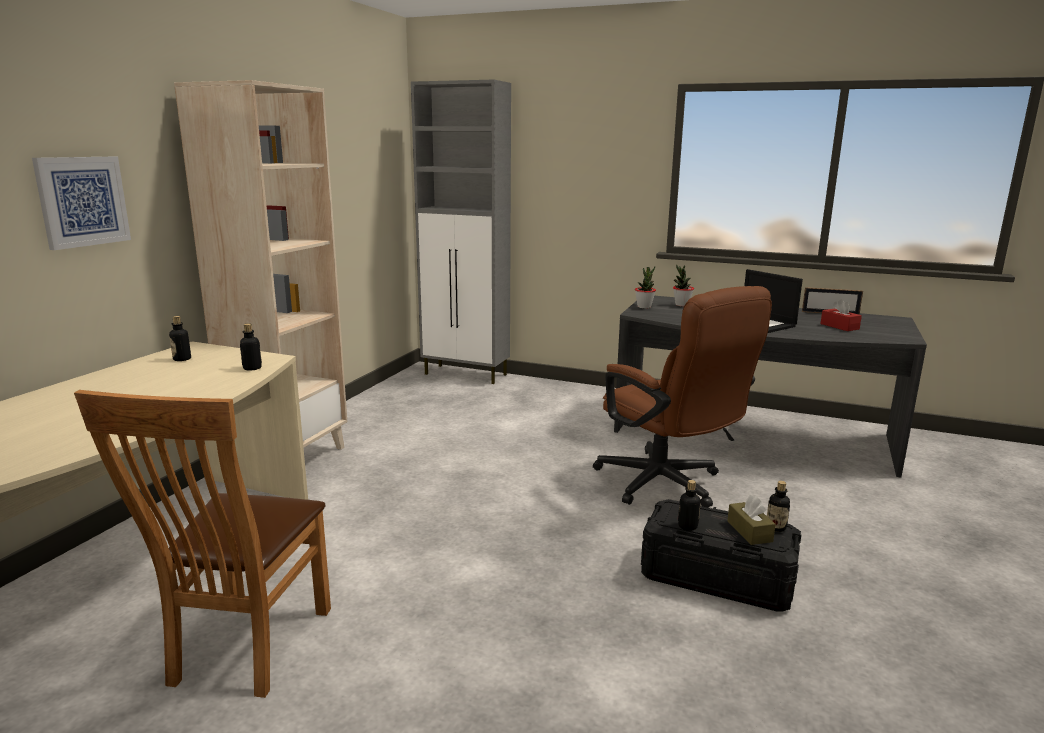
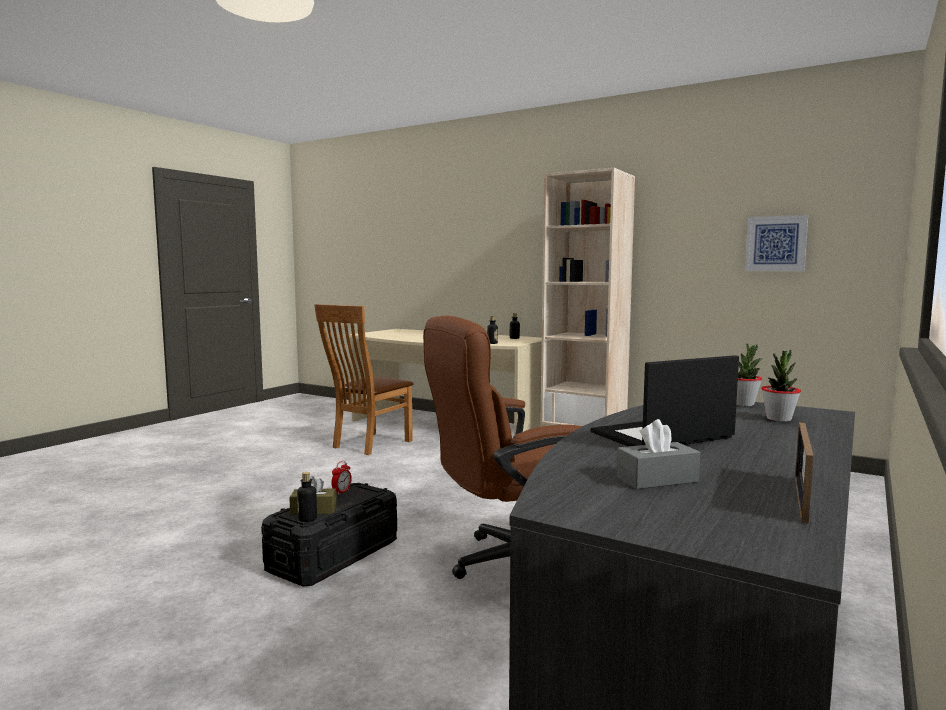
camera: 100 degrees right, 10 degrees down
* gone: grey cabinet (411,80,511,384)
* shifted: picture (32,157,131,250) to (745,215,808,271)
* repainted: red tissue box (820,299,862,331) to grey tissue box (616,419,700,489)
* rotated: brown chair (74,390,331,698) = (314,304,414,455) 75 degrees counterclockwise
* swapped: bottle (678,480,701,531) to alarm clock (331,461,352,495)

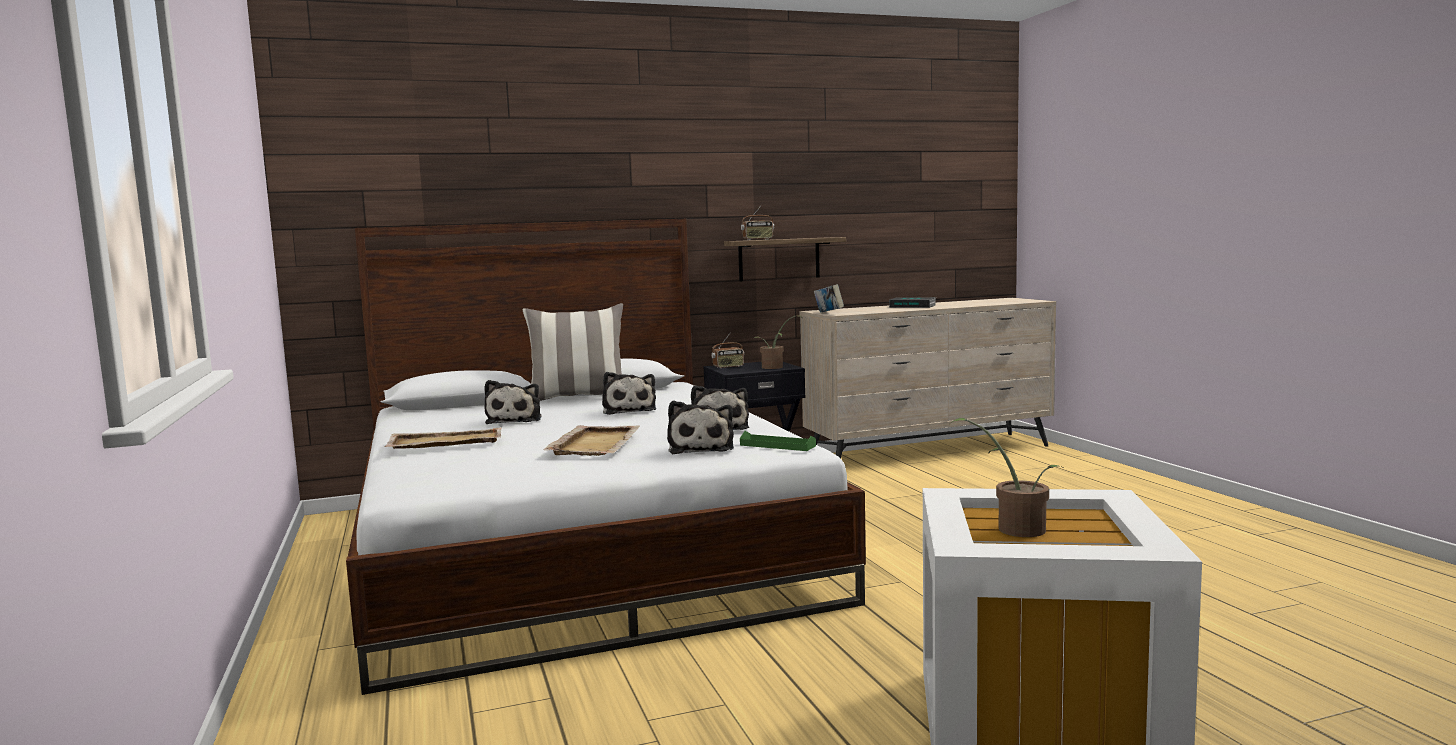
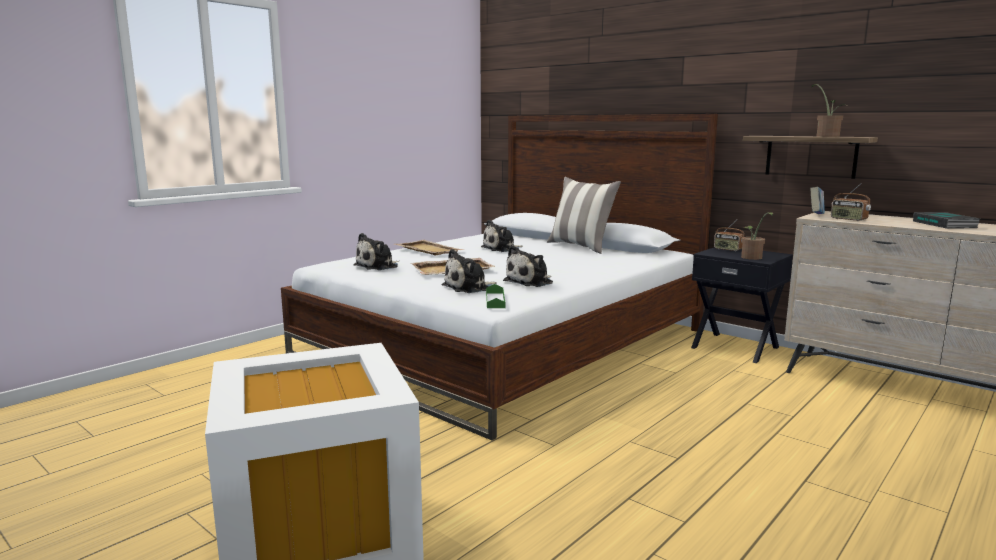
camera: 60 degrees right, 5 degrees up
* shifted: radio (741,206,774,240) to (831,183,871,221)
* shifted: plush toy (602,372,656,415) to (353,233,399,270)
* shifted: potted plant (952,418,1065,537) to (812,84,844,137)

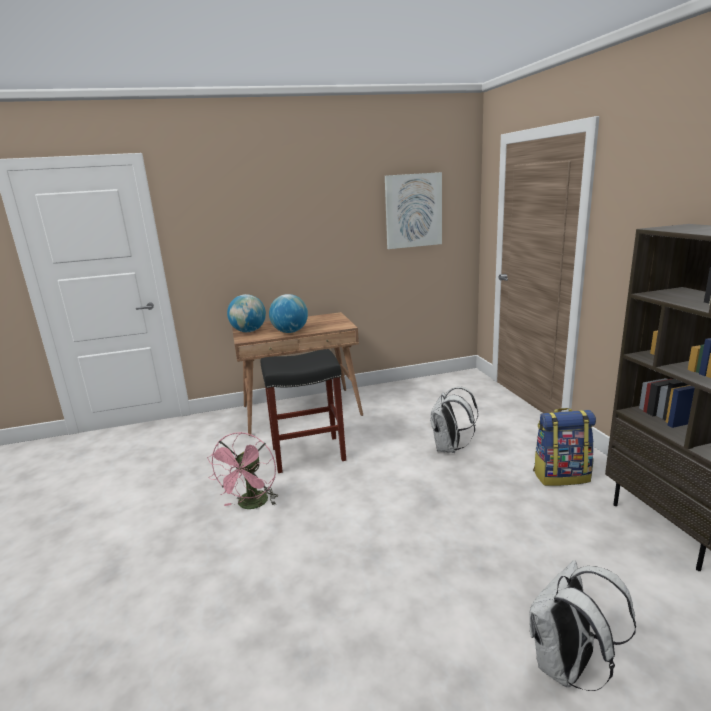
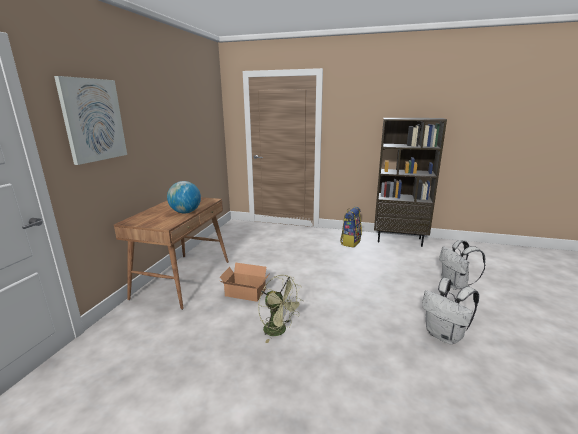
camera: 60 degrees left, 0 degrees up
* shifted: picture (385,172,442,249) to (54,76,127,165)
* gone: globe (227,294,266,332)
* swapped: black stool (261,349,346,473) to cardboard box (220,262,269,302)
* shifted: white backpack (430,387,478,453) to (422,278,479,345)
* repainted: pink fan (207,432,278,509) to green fan (258,275,302,343)

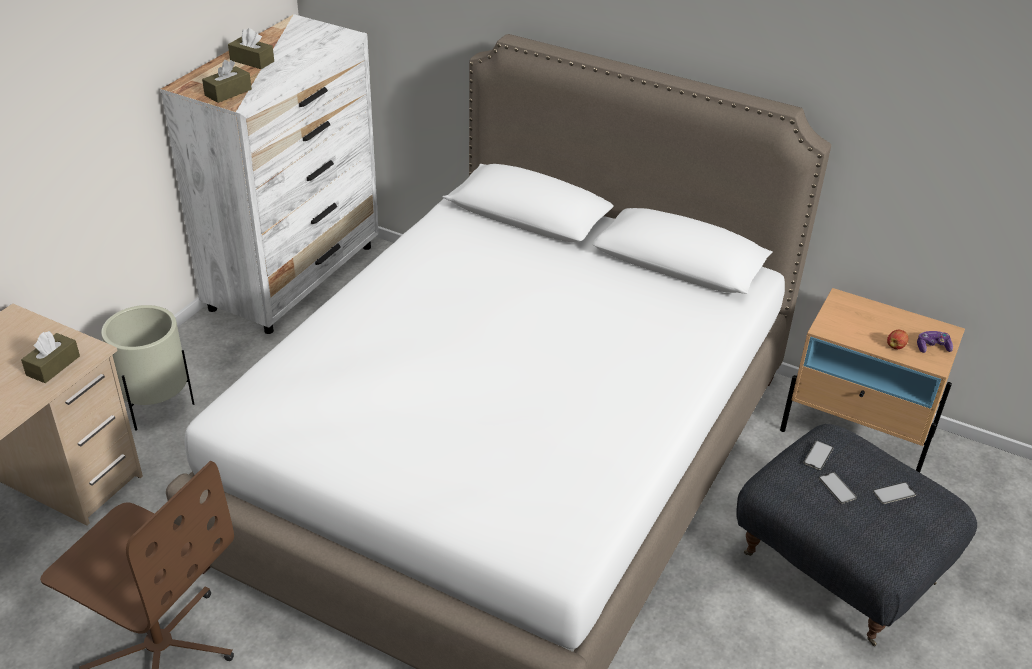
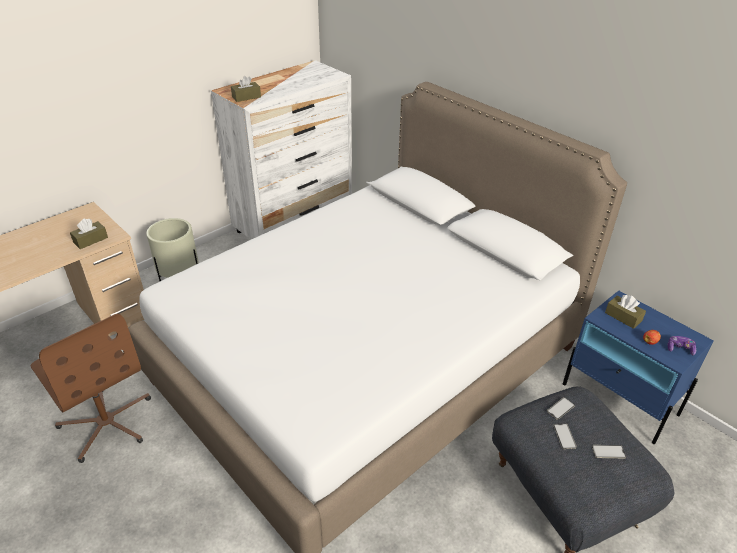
camera: 20 degrees right, 0 degrees up
* shifted: brown tissue box (228,28,274,69) to (605,295,646,329)
* repainted: beige nightstand (780,288,965,473) to blue nightstand (563,291,714,444)

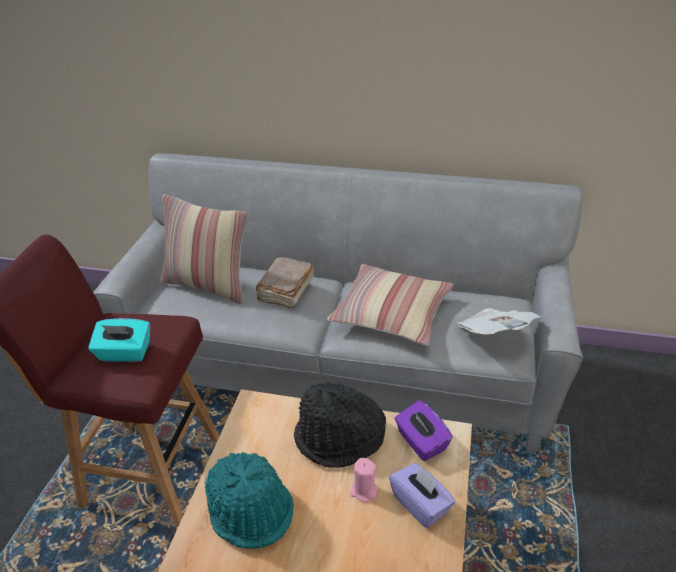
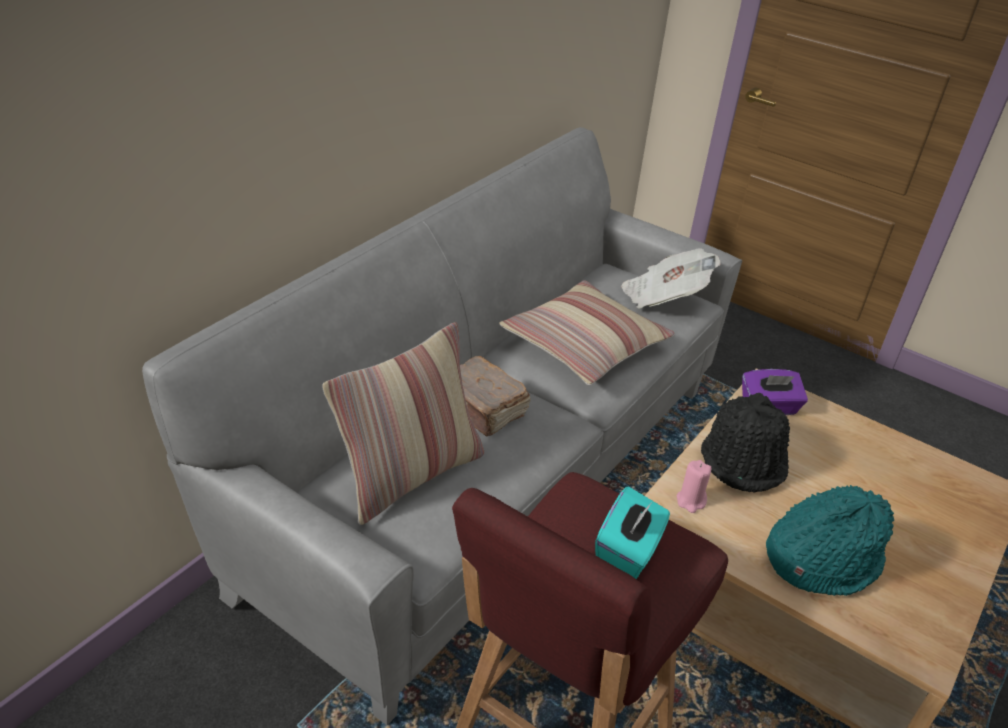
camera: 70 degrees left, 0 degrees up
* shifted: pink candle (350,458,378,502) to (676,460,712,513)
* gone: purple tissue box (389,463,456,528)

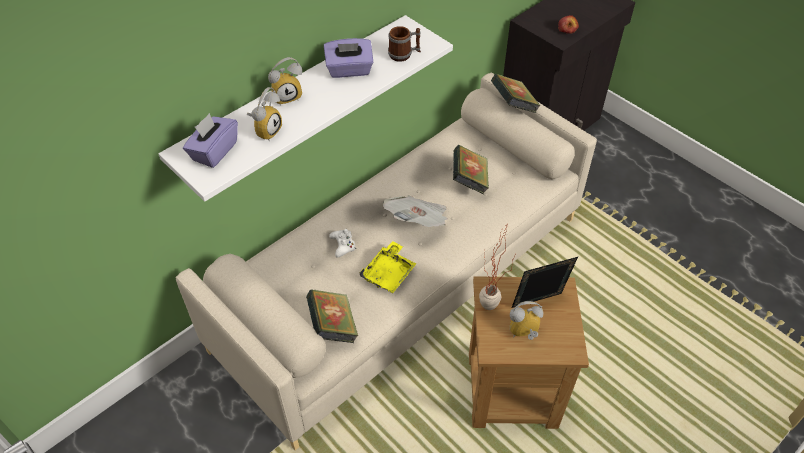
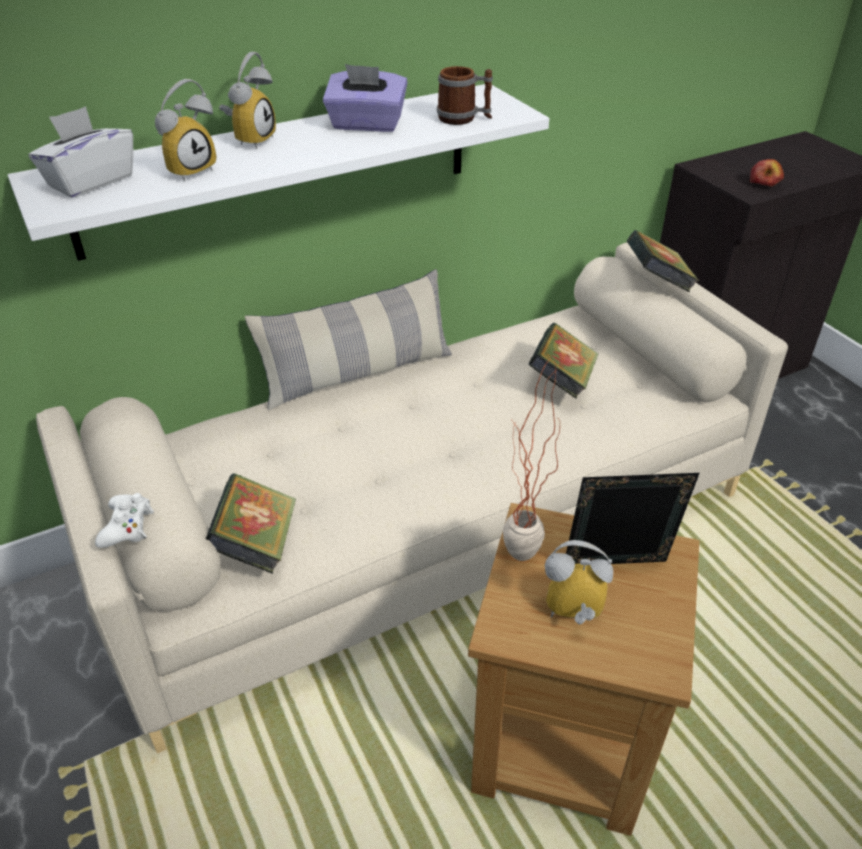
camera: 15 degrees right, 10 degrees down
* rotated: alarm clock (268,57,302,106) = (219,52,276,149) 60 degrees counterclockwise
* repainted: purple tissue box (183,113,238,168) to white tissue box (28,106,133,198)
* gone: newspaper (383,195,448,227)
* shifted: white game controller (329,229,356,258) to (95,493,154,548)
* gone: yellow tray (360,241,416,293)
* new: pillow (245,269,452,410)

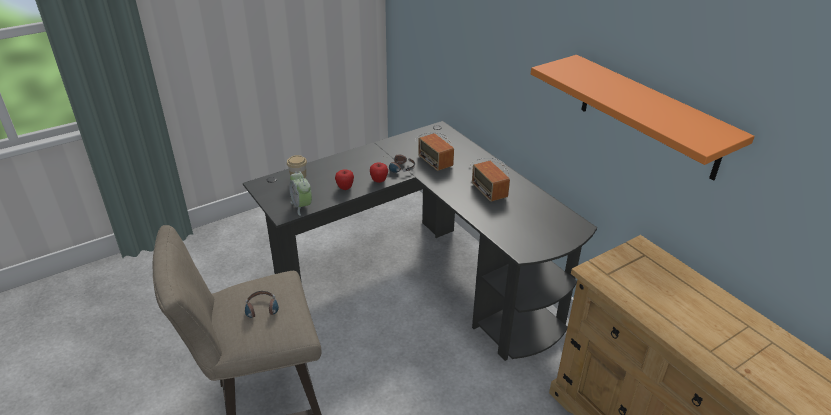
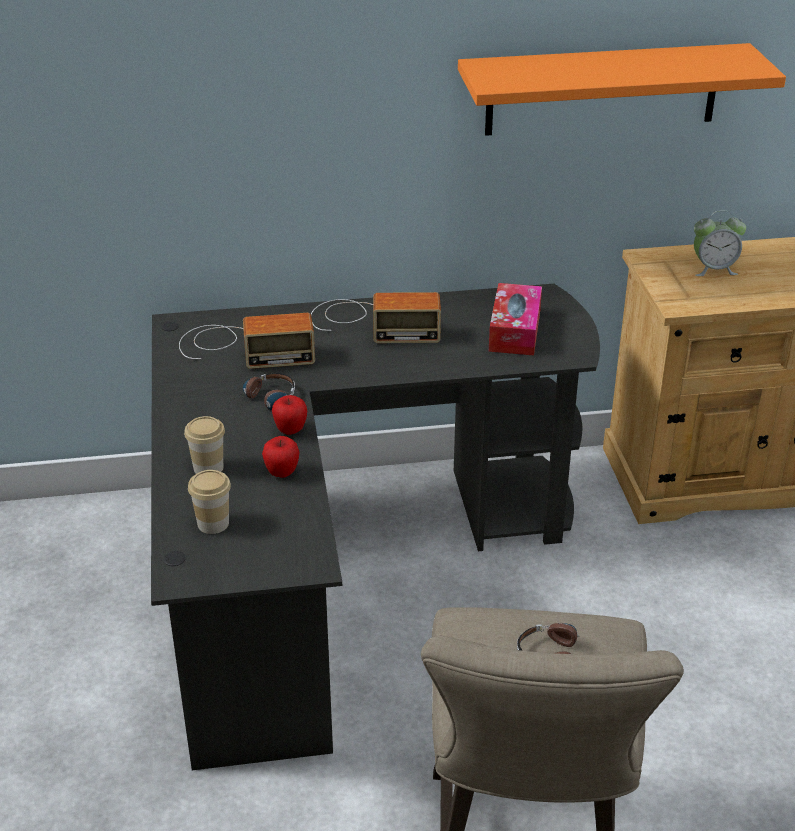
camera: 65 degrees left, 0 degrees up
* shifted: alarm clock (289,171,312,216) to (694,210,746,276)
* new: tissue box (488,283,542,355)
* new: cup (184,416,225,474)

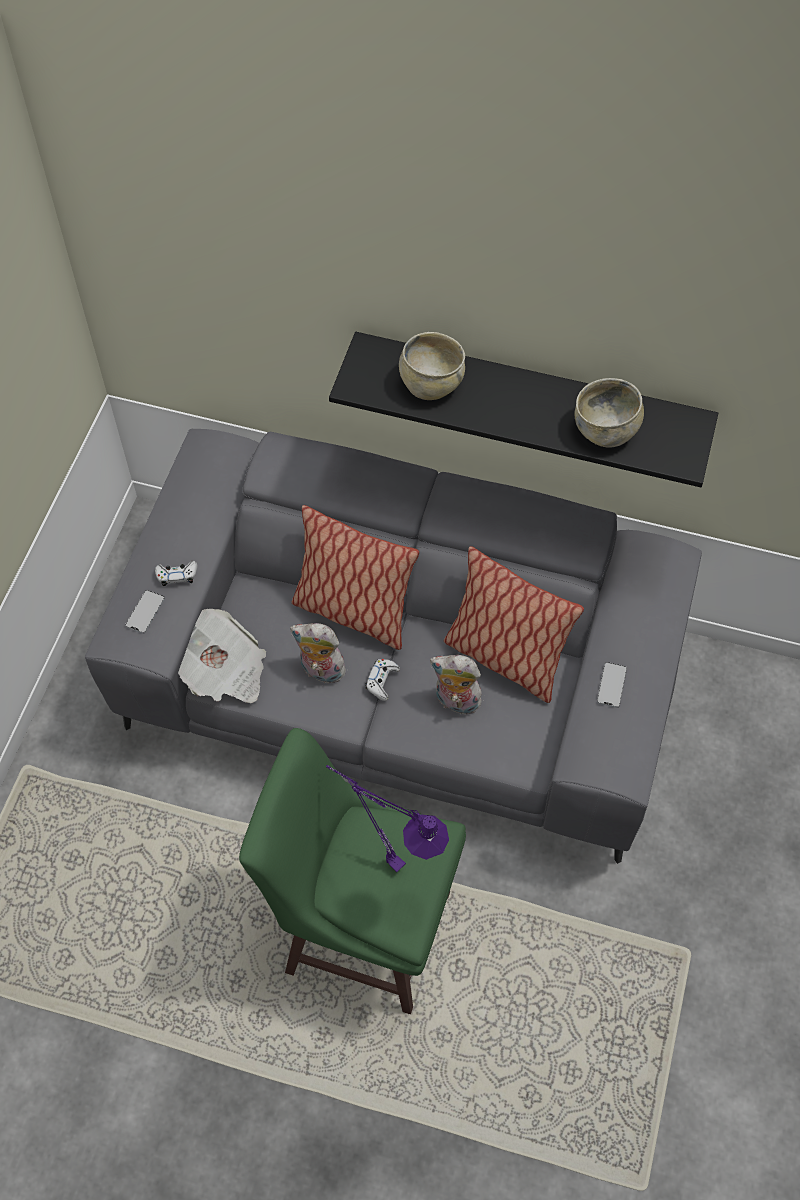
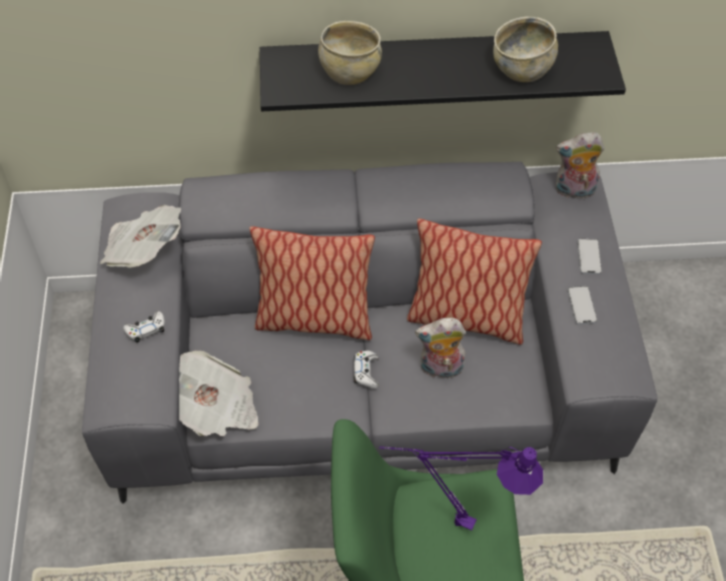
camera: 20 degrees left, 5 degrees down
* shifted: phone (125,590,165,634) to (577,239,602,274)
* shifted: plush toy (290,623,351,683) to (555,132,604,199)
* new: newspaper (100,205,182,268)

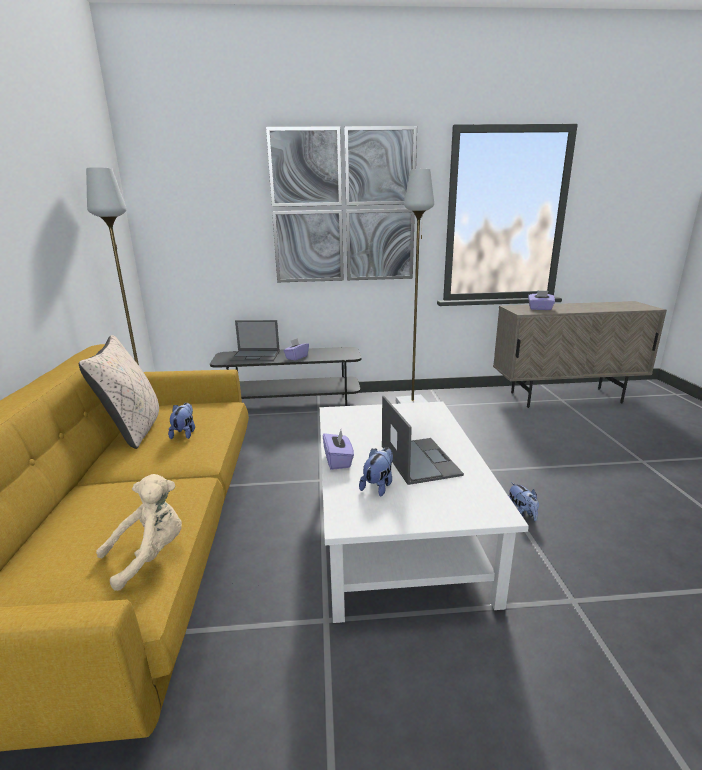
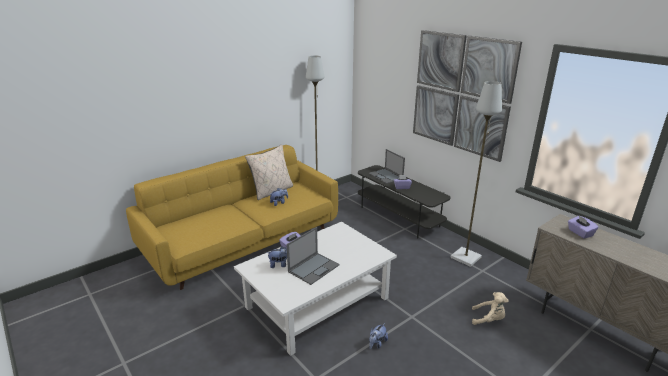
camera: 55 degrees right, 5 degrees up
* shifted: beige plush toy (96,474,182,591) to (472,292,509,325)

